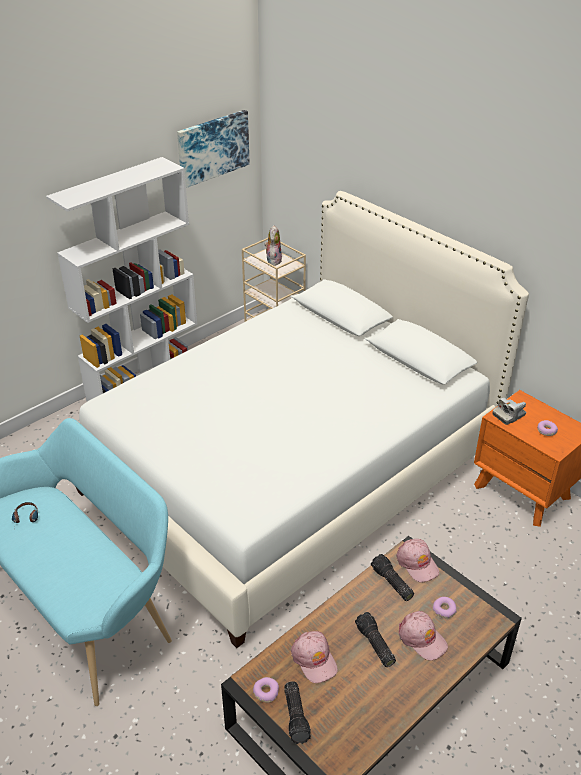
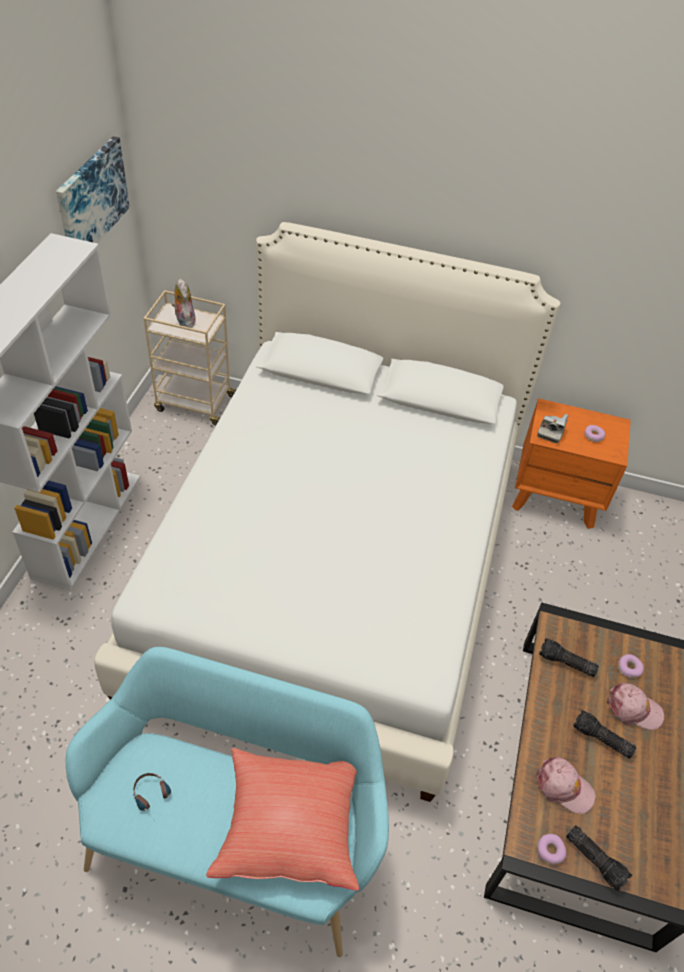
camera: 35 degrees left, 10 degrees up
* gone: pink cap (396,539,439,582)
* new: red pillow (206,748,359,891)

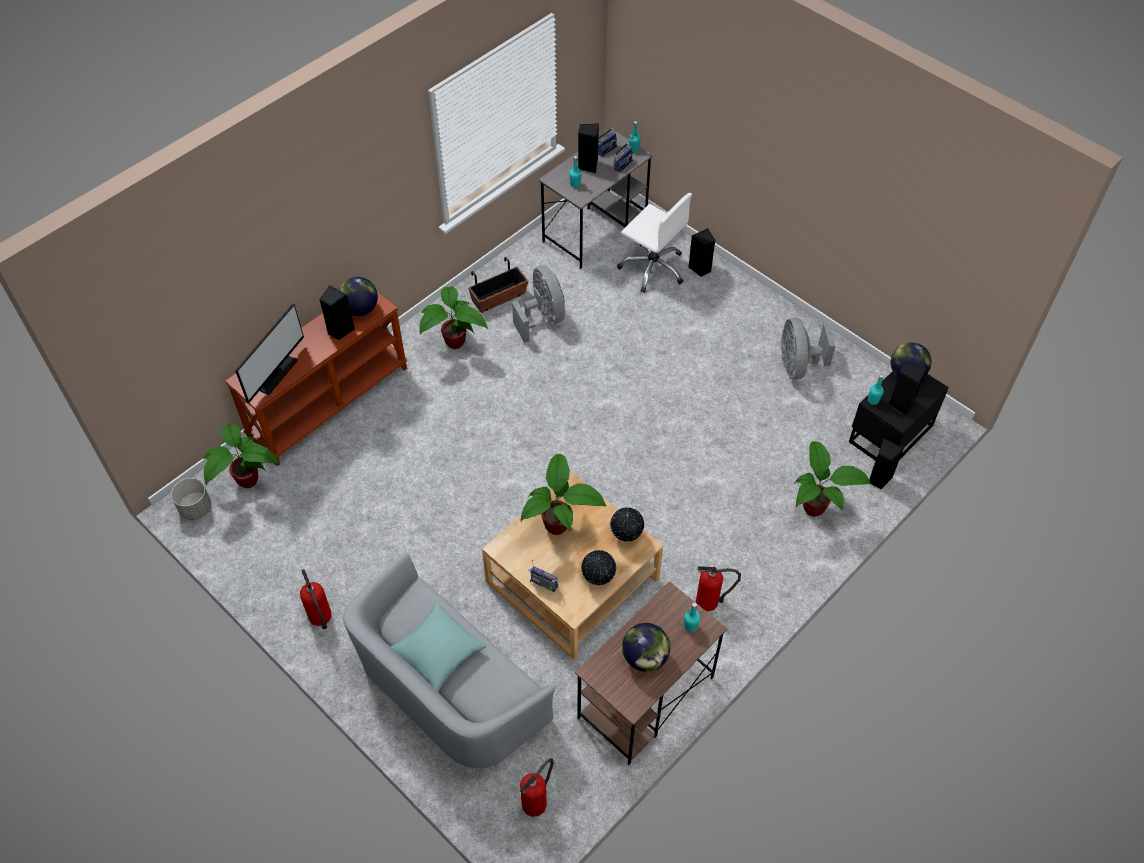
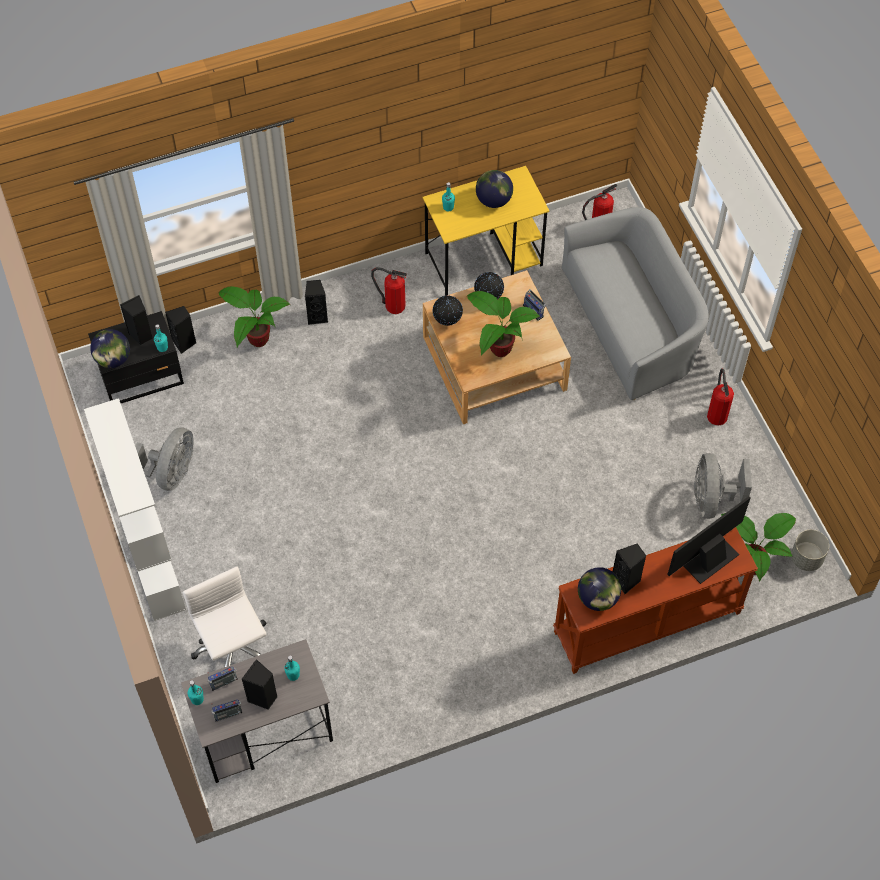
camera: 155 degrees left, 5 degrees up
* shifted: black speaker (688,228,715,277) to (305,280,328,325)
* gone: planter (468,257,528,313)
* shifted: grey fan (512,265,565,343) to (694,453,752,519)
* gone: potted plant (419,287,488,349)
* repainted: brown desk (575,581,727,766) to yellow desk (423,166,550,296)
* gone: turquoise pillow (391,603,487,691)
* new: white bookcase (84,398,186,621)

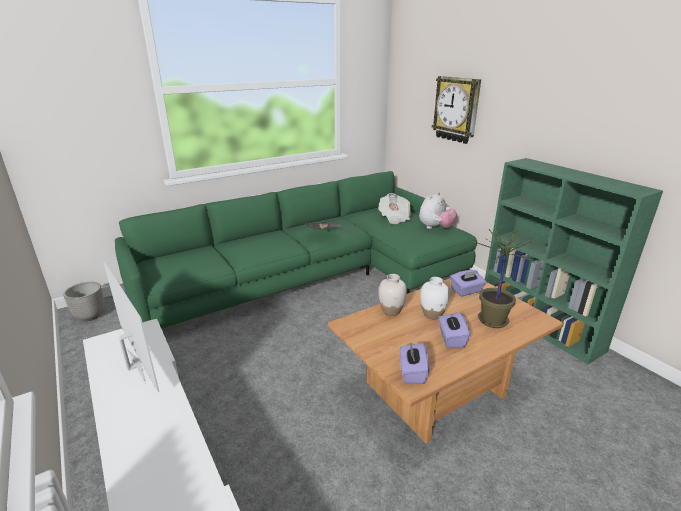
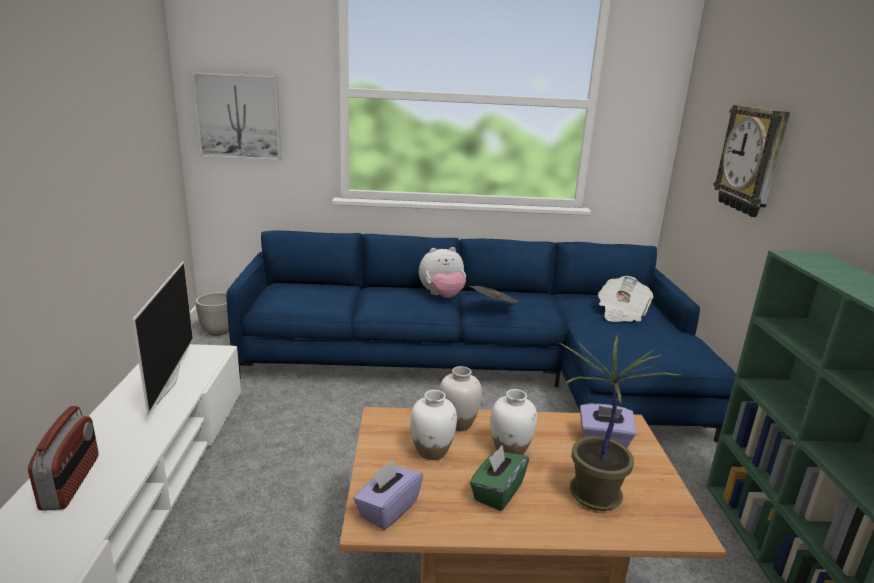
camera: 30 degrees right, 5 degrees down
* repainted: green sofa (115,171,477,329) to blue sofa (226,230,736,442)
* shifted: plush toy (419,192,457,229) to (419,247,466,298)
* repainted: purple tissue box (438,312,470,348) to green tissue box (470,445,529,511)
* new: picture (192,72,281,160)
* new: white vase (410,390,457,460)
* new: radio (28,406,99,511)

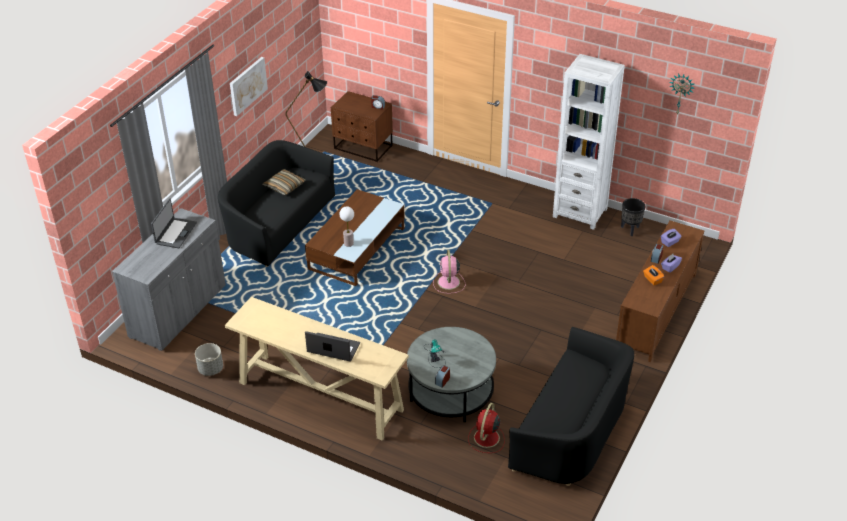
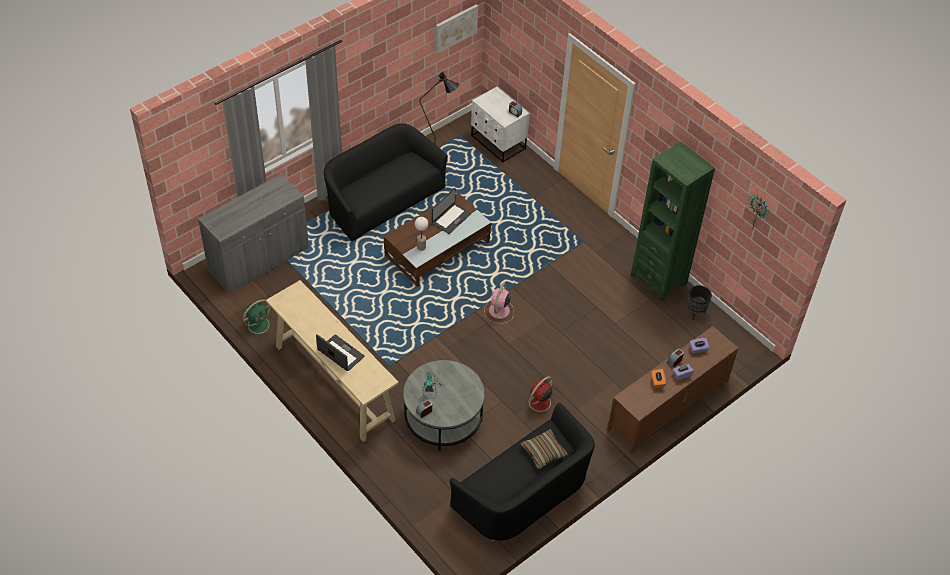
camera: 20 degrees right, 10 degrees up
* repainted: white bookcase (553,54,625,230) to green bookcase (631,141,715,302)
* shifted: picture (230,57,268,116) to (436,4,478,53)
* repainted: brown nightstand (331,91,393,162) to white nightstand (471,87,530,163)
* shifted: pillow (262,169,306,196) to (521,429,568,469)
* shifted: laptop (151,198,197,248) to (432,188,472,234)
* swapped: grey planter (195,343,223,376) to green fan (241,299,275,338)
* shifted: red fan (468,403,505,453) to (523,376,556,417)

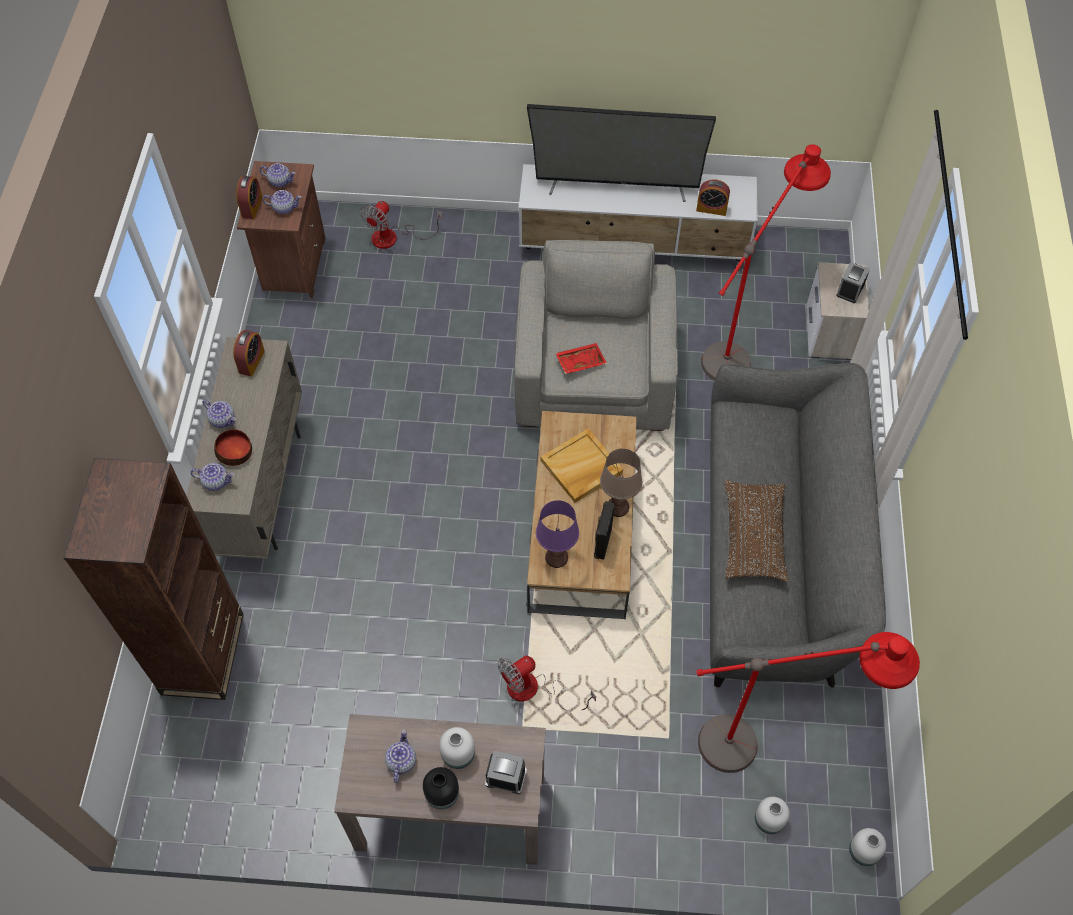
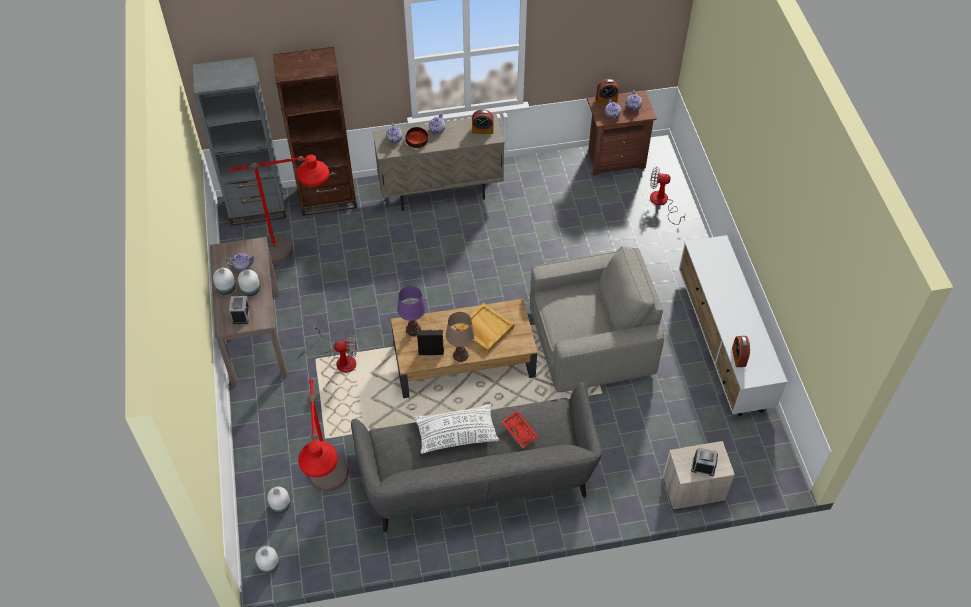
camera: 75 degrees right, 5 degrees down
* gone: television (527,104,716,202)
* shifted: red floor lamp (701,144,831,381) to (230,155,329,263)
* shifted: red tray (555,343,607,374) to (501,411,539,448)
* repainted: brown pillow (724,480,789,582) to white pillow (414,404,499,454)
* rotated: fan (498,656,596,711) = (314,324,356,373) 135 degrees clockwise
* repainted: black vase (423,767,459,809) to white vase (213,268,236,295)
* new: grey bookcase (192,57,286,226)

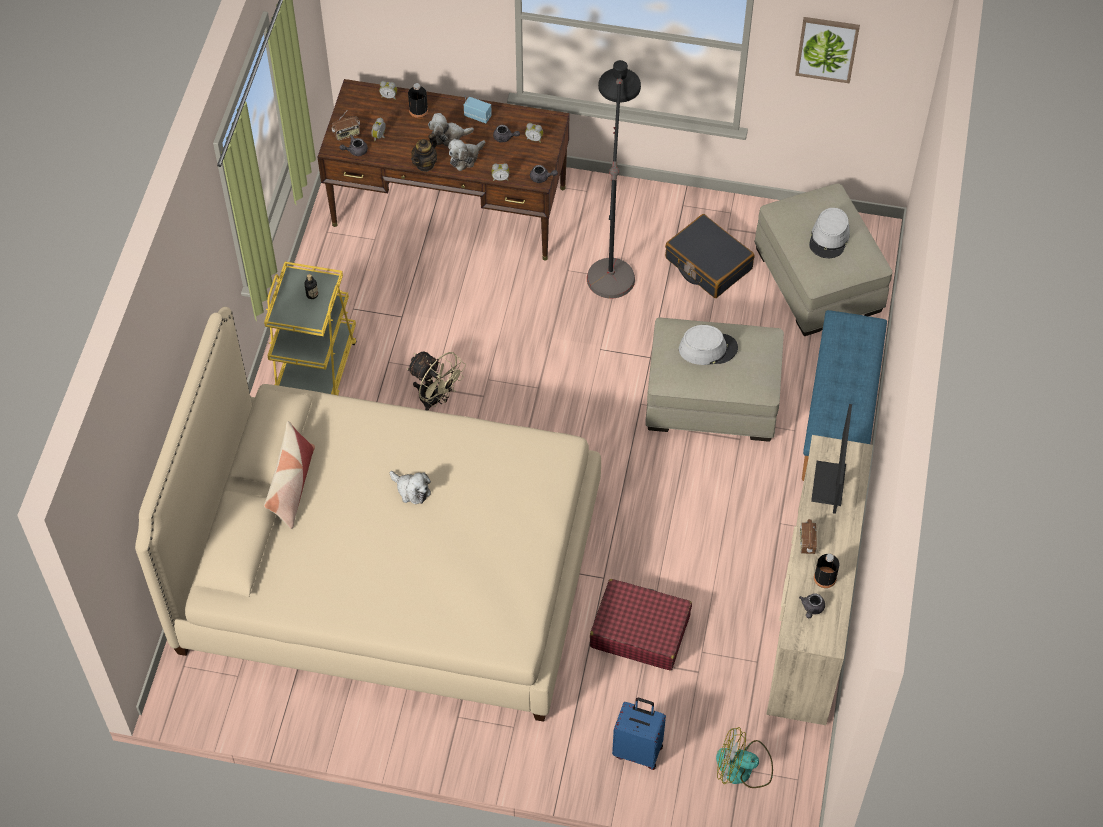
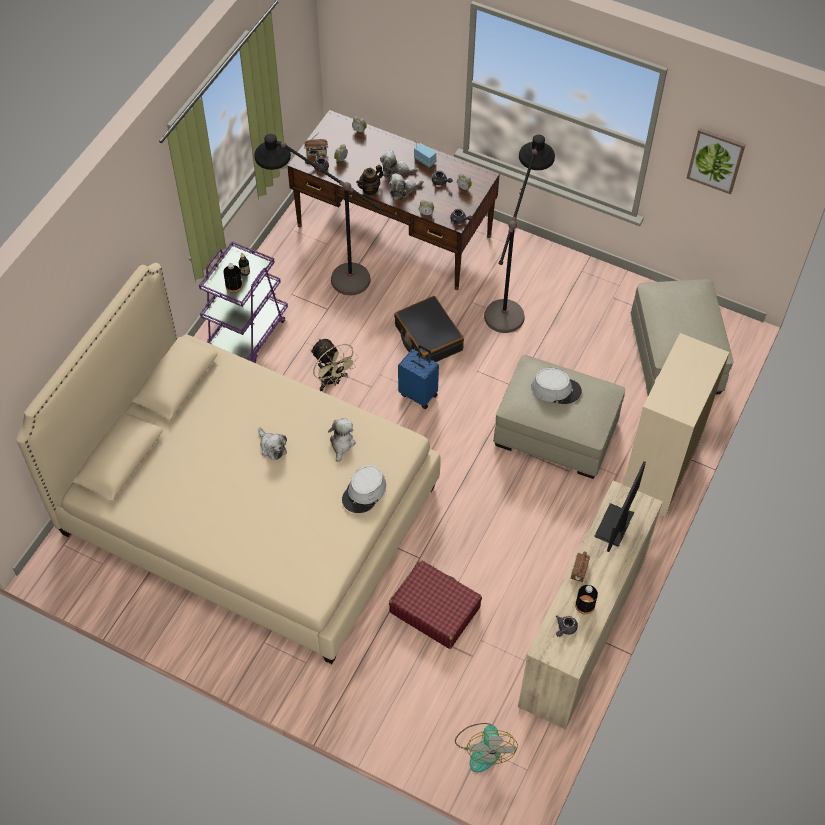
camera: 15 degrees right, 0 degrees up
* shifted: black bottle (408,83,428,118) to (223,263,243,293)
* shifted: grey hat (809,208,850,258) to (342,465,386,513)
* shifted: black suitcase (665,214,754,298) to (394,296,464,362)
* repainted: yellow cart (264,262,357,395) to purple cart (199,241,288,363)
* swapped: blue bench (802,310,887,481) to beige dresser (623,333,730,517)
* gone: pillow (264,421,315,529)
* shifted: blue suitcase (612,698,666,770) to (398,345,439,409)
* rotated: fan (716,727,773,788) = (455,723,518,772) 120 degrees counterclockwise
* new: black floor lamp (254,134,381,295)
* new: plush toy (328,418,355,462)

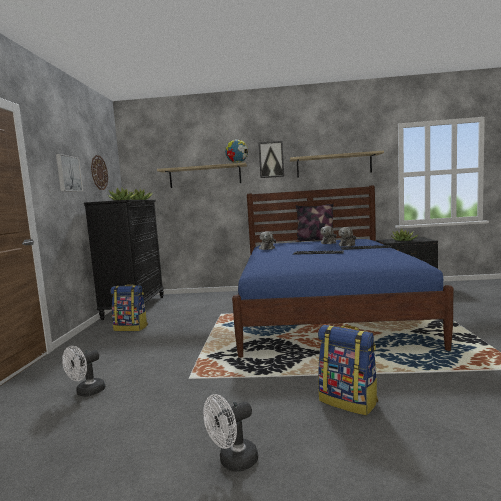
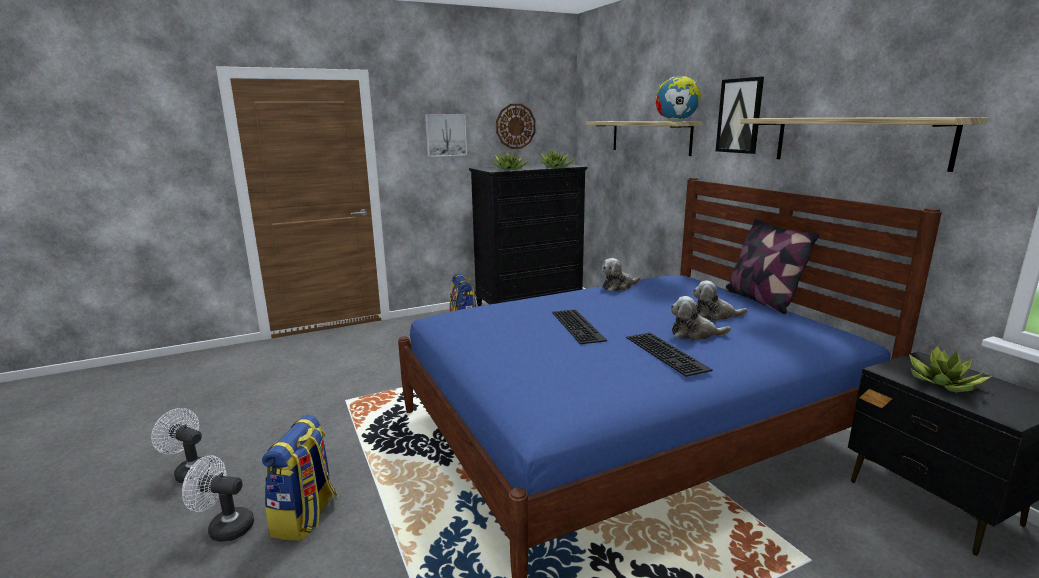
camera: 60 degrees right, 10 degrees up
* shifted: white fan (62,346,105,397) to (182,455,254,542)

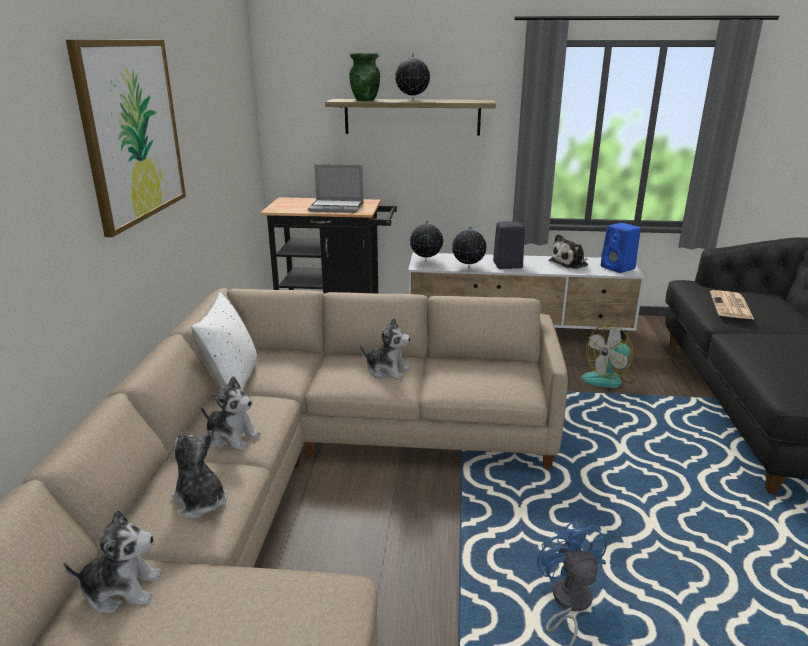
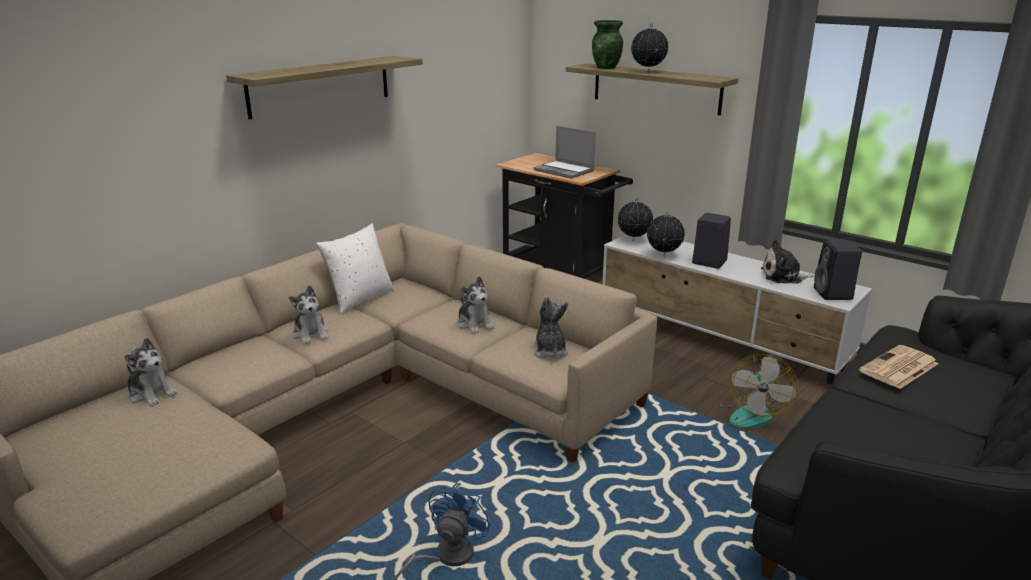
camera: 35 degrees right, 0 degrees up
* swapped: picture (66,40,186,237) to shelf (226,56,423,120)
* repainted: blue speaker (601,223,641,273) to black speaker (814,241,862,300)
* rotated: fan (581,323,636,388) = (716,354,798,429) 75 degrees counterclockwise
* shifted: plush toy (171,430,227,519) to (532,296,568,358)

